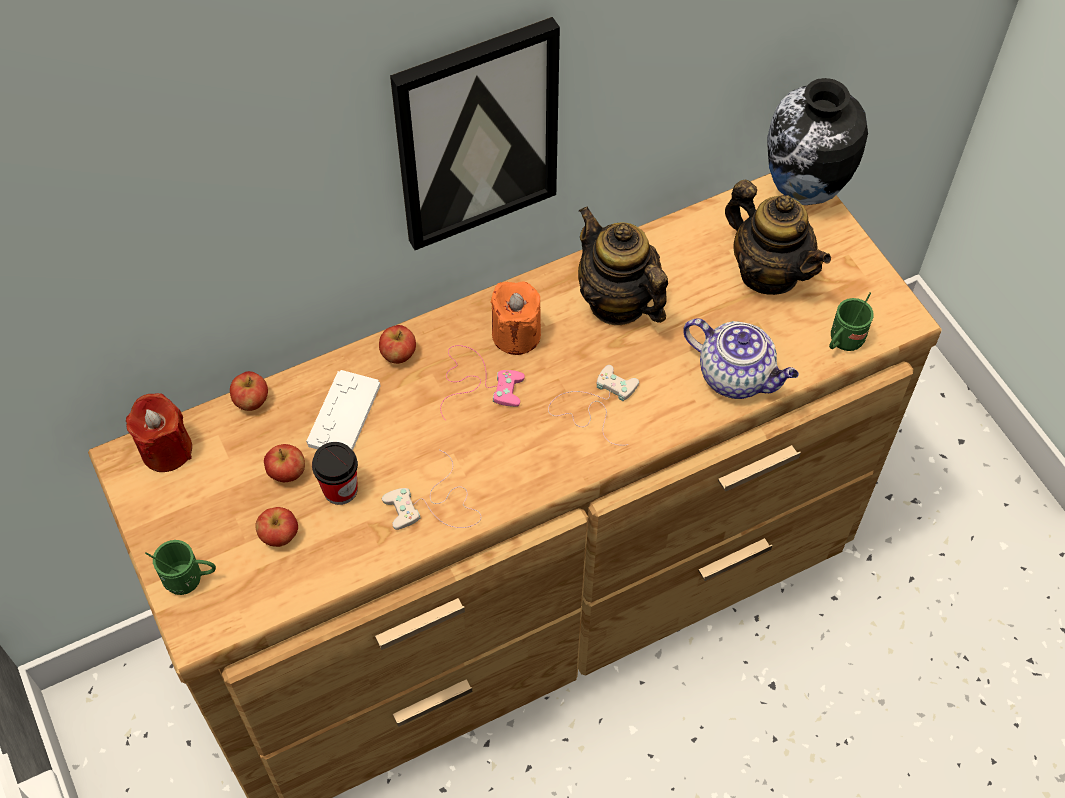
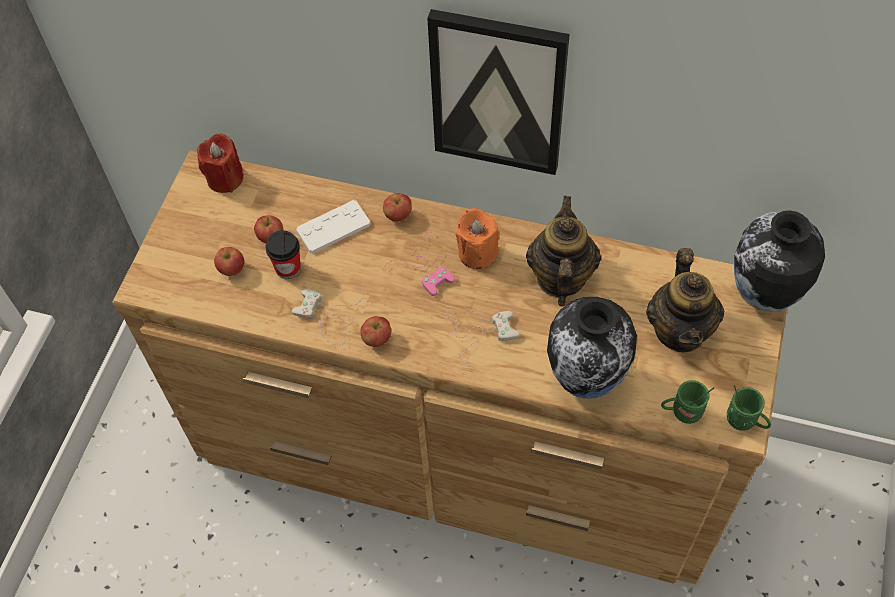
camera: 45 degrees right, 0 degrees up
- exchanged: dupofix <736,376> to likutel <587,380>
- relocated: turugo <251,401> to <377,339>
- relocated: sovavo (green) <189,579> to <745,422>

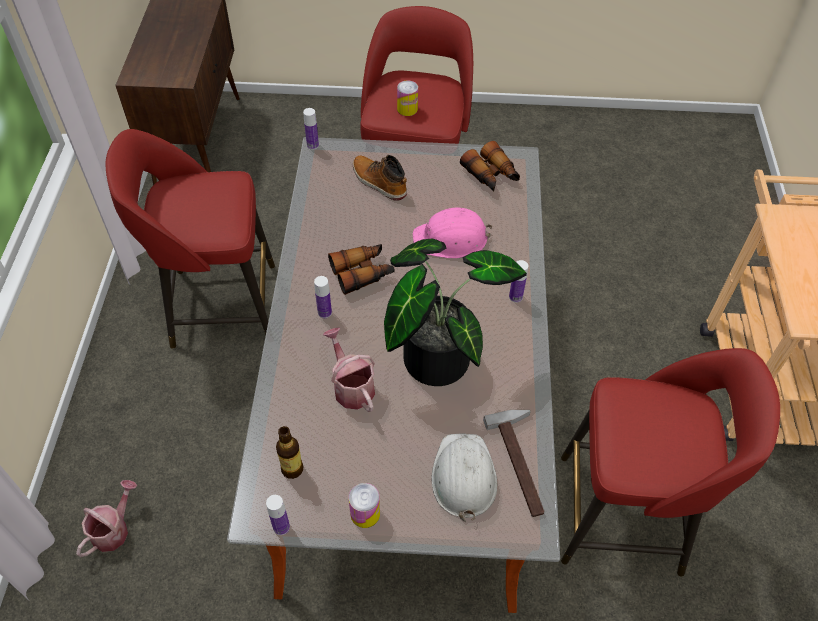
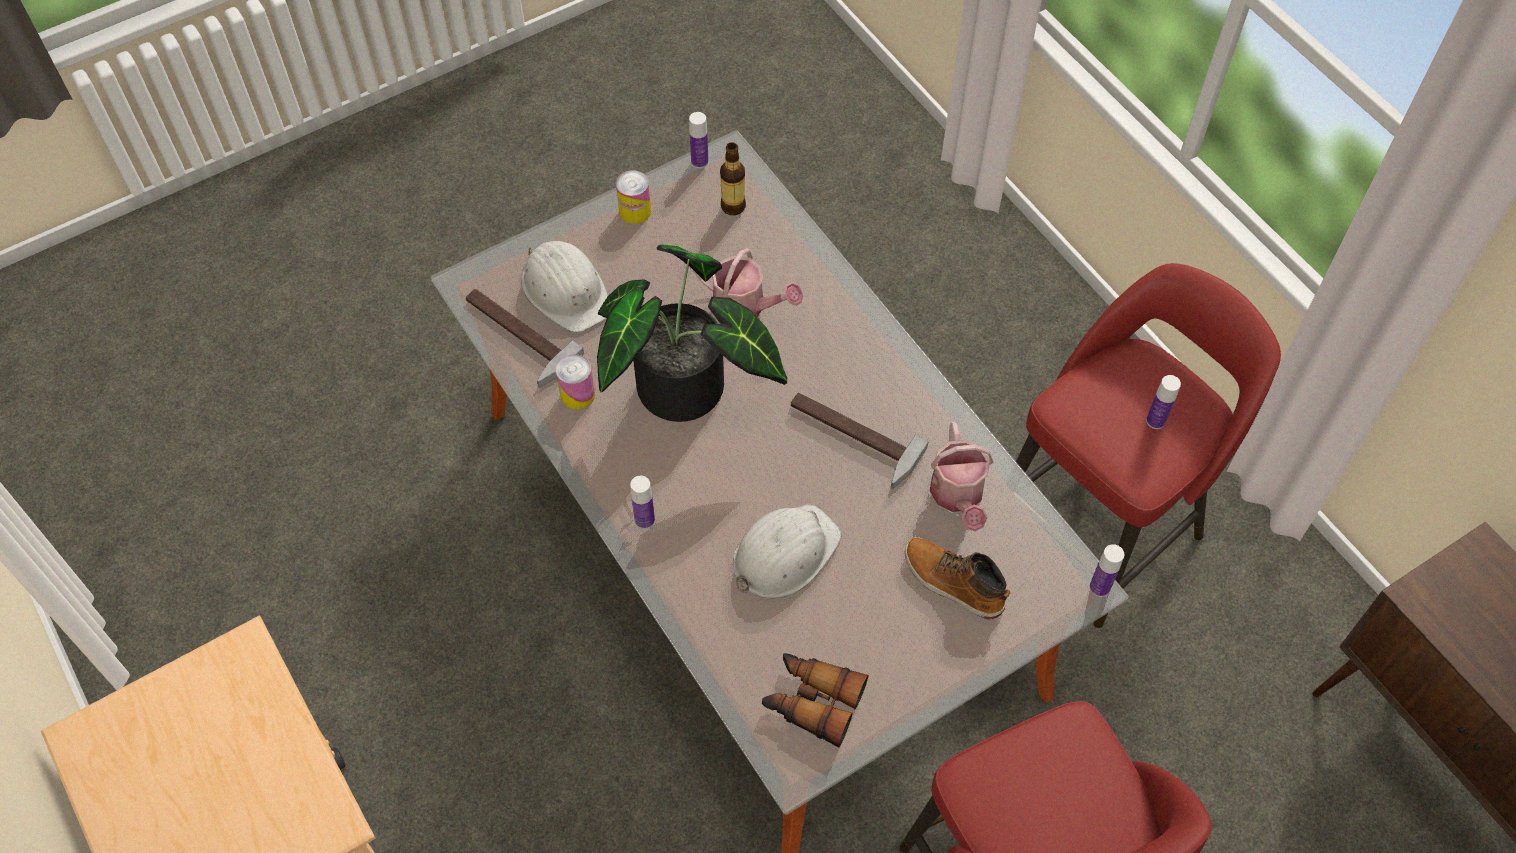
camera: 145 degrees right, 5 degrees up
- relocated: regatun <407,109> to <577,394>
- spun: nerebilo <379,182> = <952,583> 150 degrees counterclockwise
- colour: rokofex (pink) <451,239> to rokofex (white) <784,553>
- exchanged: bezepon <362,273> to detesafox <850,438>
- relocated: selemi <324,312> to <1155,421>
- missing: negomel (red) <625,514>
- relocated: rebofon <113,529> to <958,496>

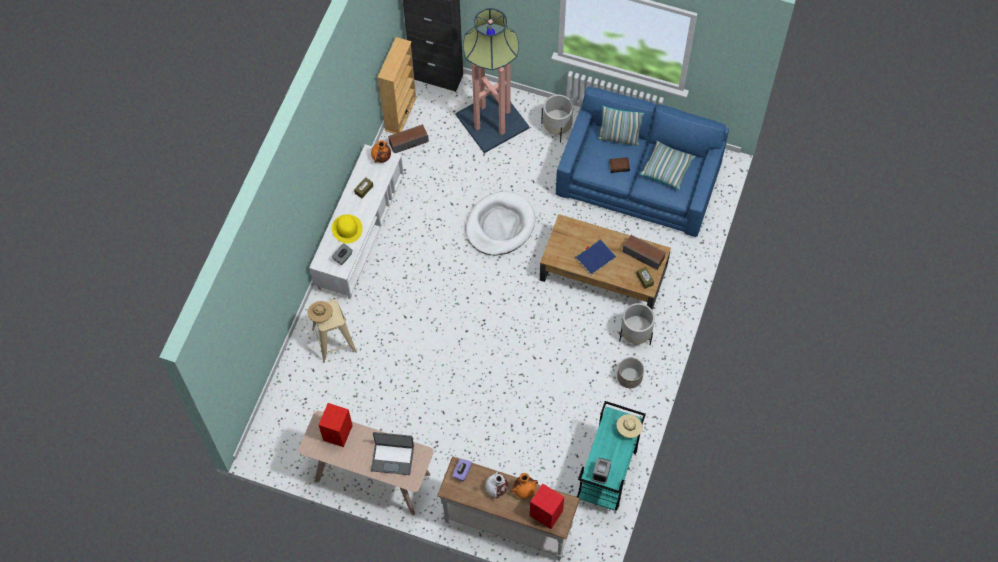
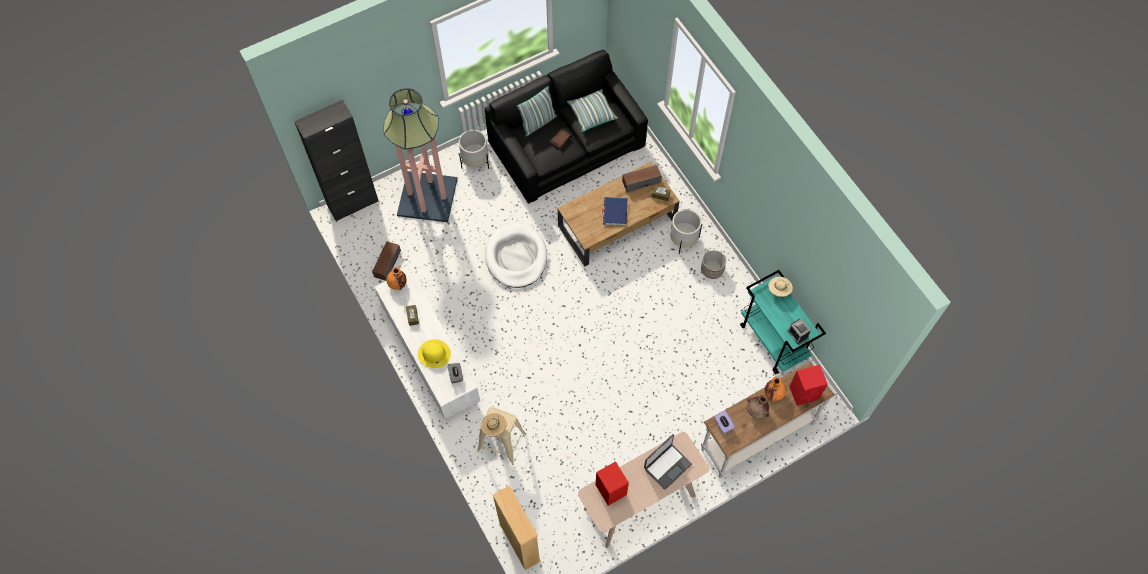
camera: 50 degrees left, 0 degrees up
- relocated: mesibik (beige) <400,113> to <519,542>
- colour: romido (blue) <639,179> to romido (black) <566,145>
- colour: likutel (white) <496,489> to likutel (brown) <756,411>

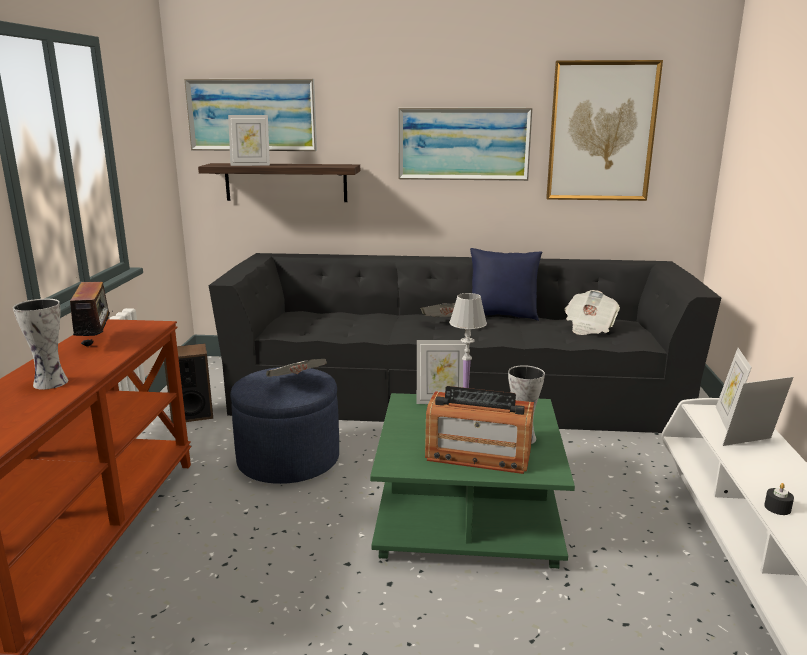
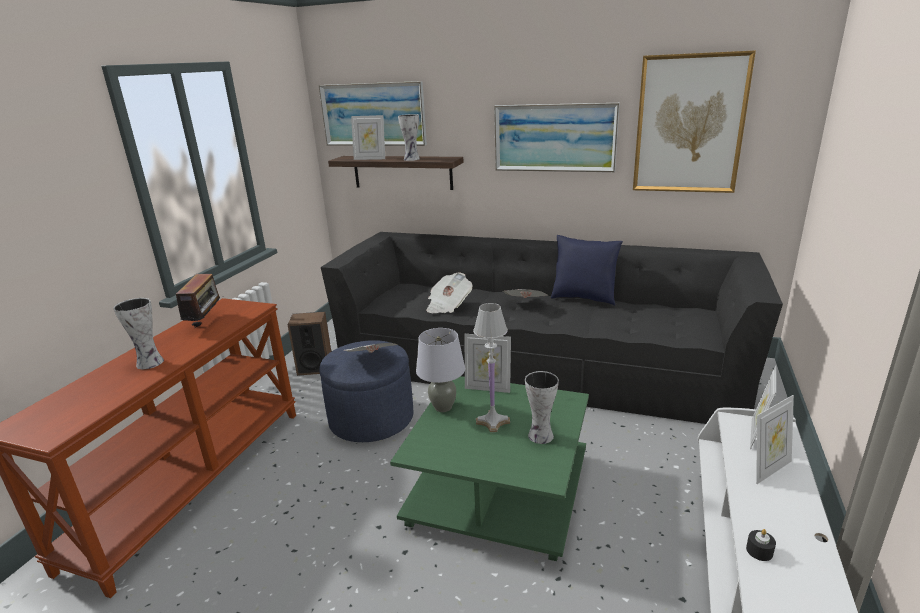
camera: 15 degrees right, 5 degrees up
- relocated: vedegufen <589,327> to <448,305>
- spun: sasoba <751,444> = <768,469> 150 degrees clockwise
- missing: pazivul <478,455>
- appeared: likutel <412,159>
- appeared: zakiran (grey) <442,407>

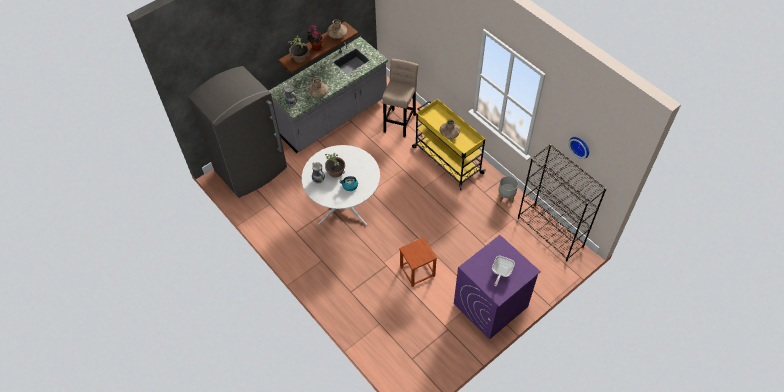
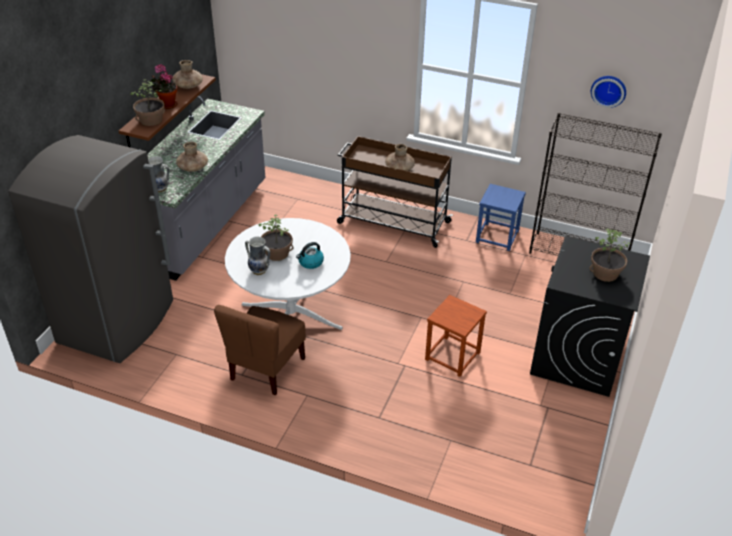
camera: 30 degrees left, 15 degrees down
- missing: negomel (beige) <400,121>
- colour: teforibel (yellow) <446,159> to teforibel (brown) <392,222>
- exchanged: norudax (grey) <506,197> to negomel (blue) <497,236>
- colour: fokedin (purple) <490,305> to fokedin (black) <577,357>
- exchanged: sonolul <501,272> to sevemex <605,273>
- appeared: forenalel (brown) <266,369>

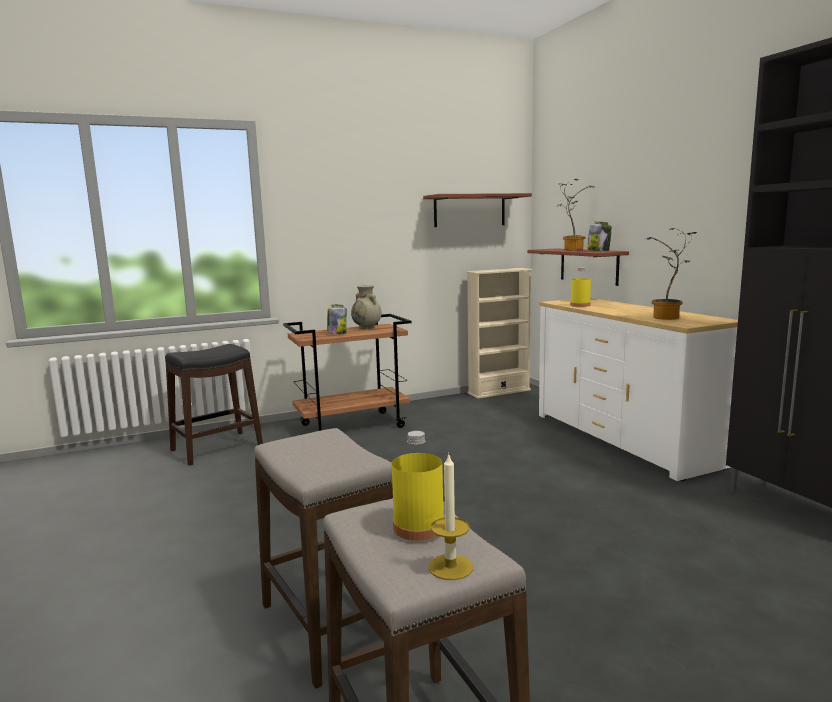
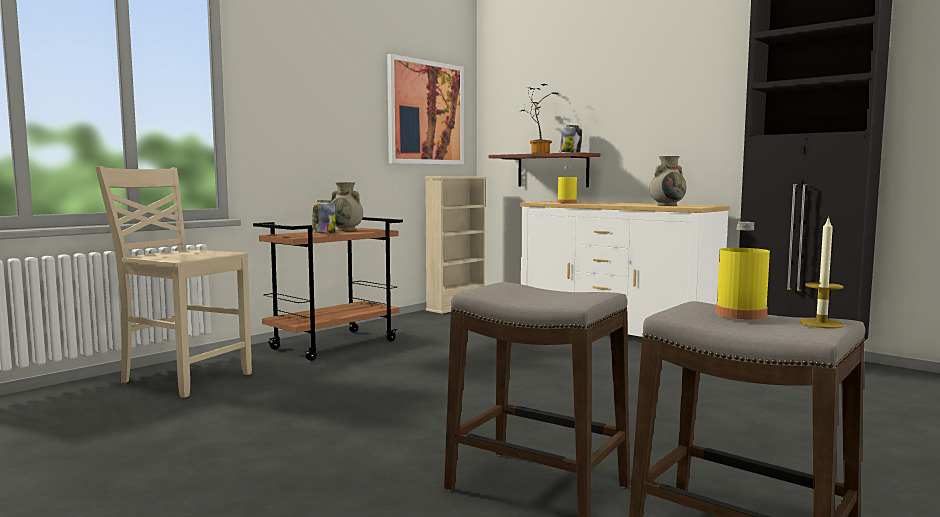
camera: 25 degrees left, 5 degrees down
- exchanged: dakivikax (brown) <469,210> to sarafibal <426,113>
- exchanged: sevemex <667,318> to likutel (beige) <667,205>
- exchanged: negomel (black) <216,448> to forenalel (beige) <184,378>

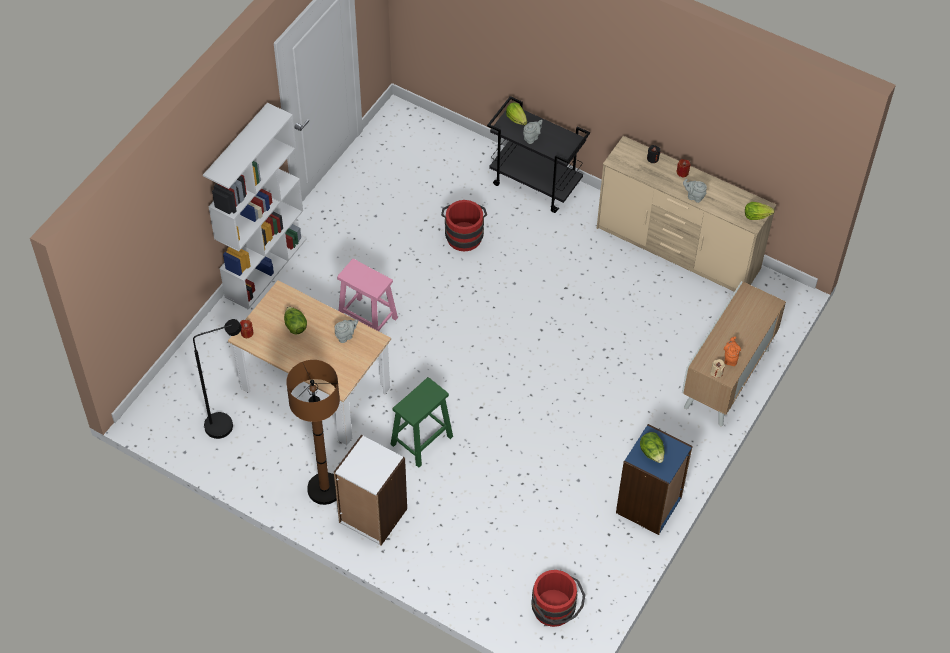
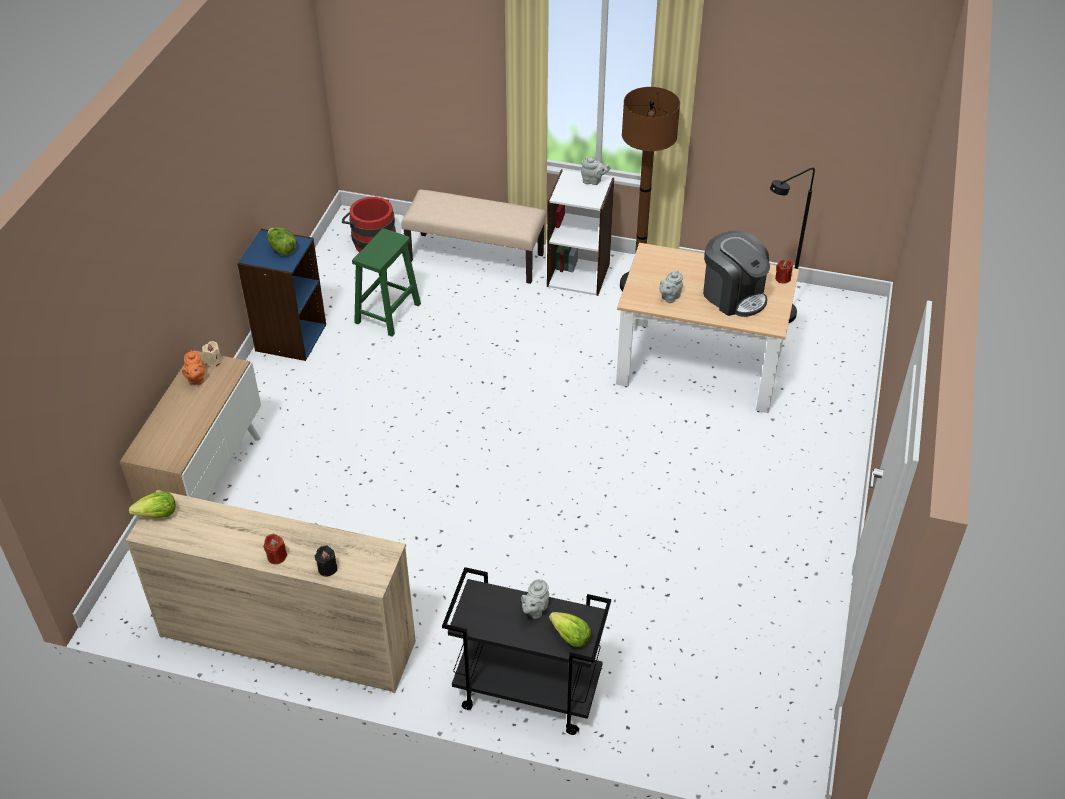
camera: 165 degrees right, 10 degrees down
- missing: mesibik (white) <265,267>
- relocated: dupofix (grey) <694,196> to <593,181>
- missing: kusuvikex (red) <464,234>
- missing: negomel (pink) <368,320>
- exchanged: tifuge <295,326> to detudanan <733,295>
- relocated: negomel (green) <421,441> to <388,312>
- appeared: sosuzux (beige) <476,258>

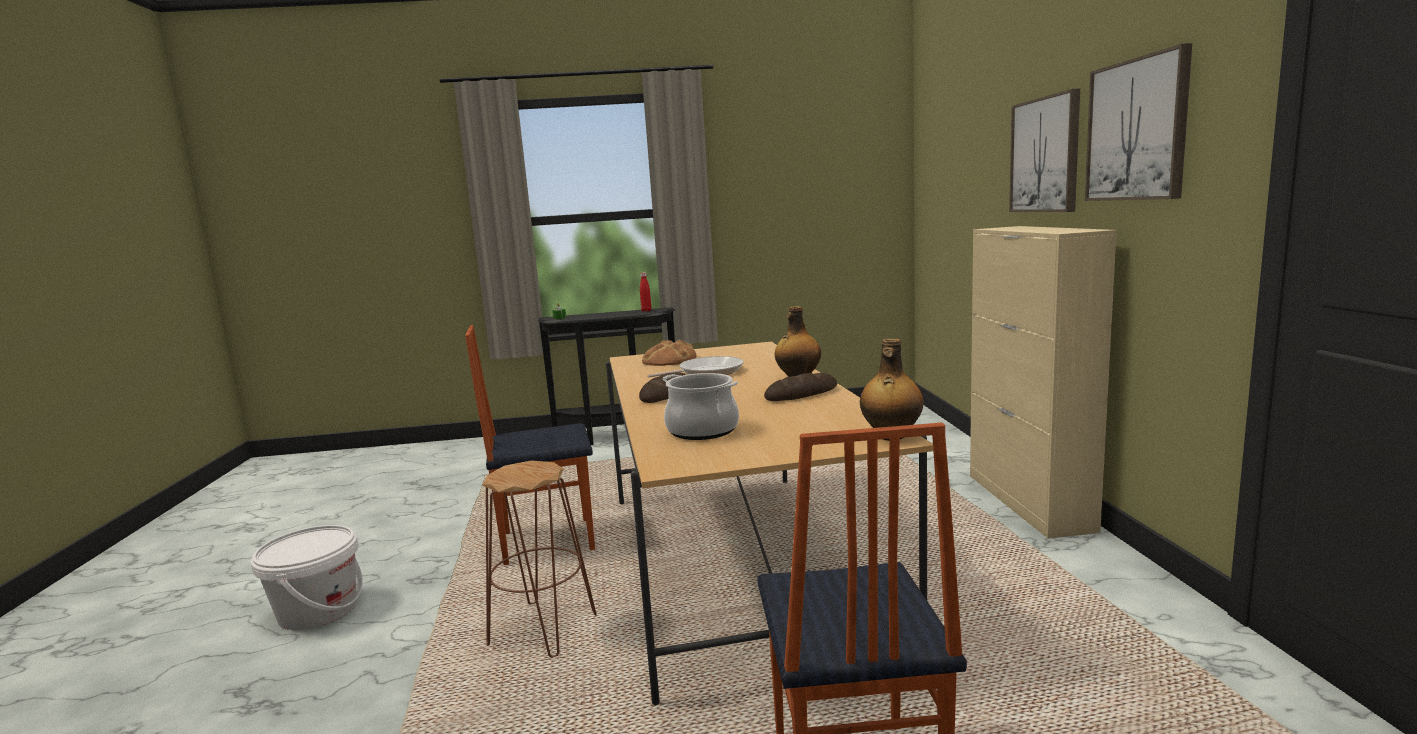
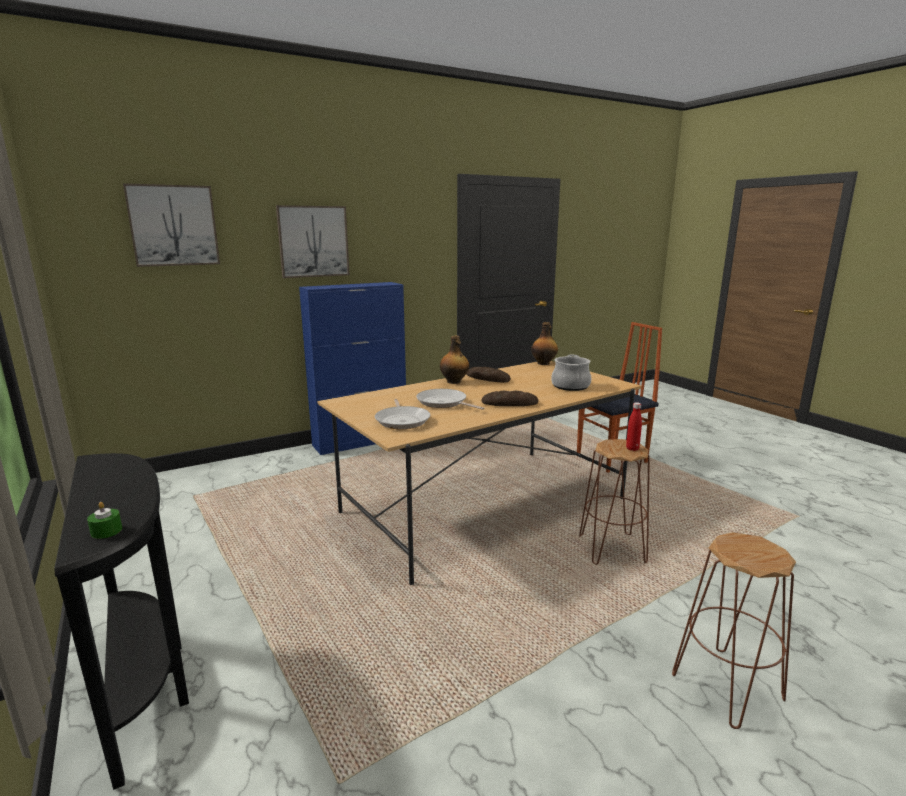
camera: 115 degrees left, 5 degrees up
- relocated: sarafibal <1137,130> to <173,225>
- colour: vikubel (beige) <1028,502> to vikubel (blue) <361,441>
- relocated: selemi (red) <646,310> to <632,448>
- missing: forenalel <547,541>
- exchanged: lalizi <669,360> to sonolul <402,420>
- exchanged: kusuvikex (white) <318,611> to negomel (brown) <726,687>

